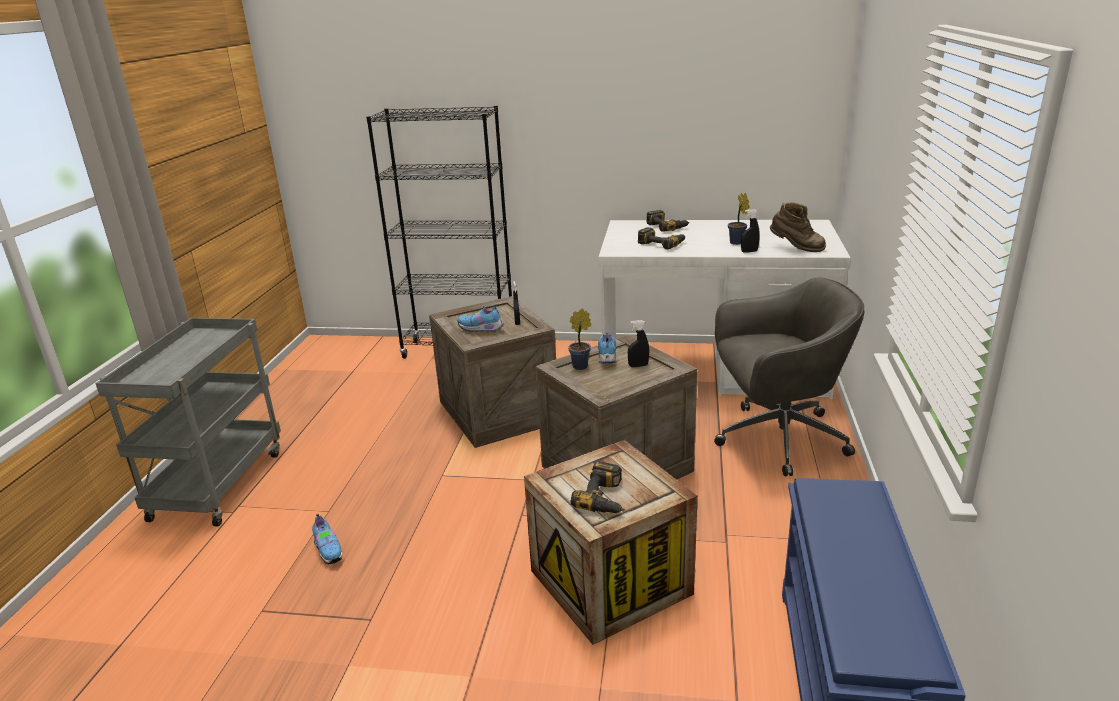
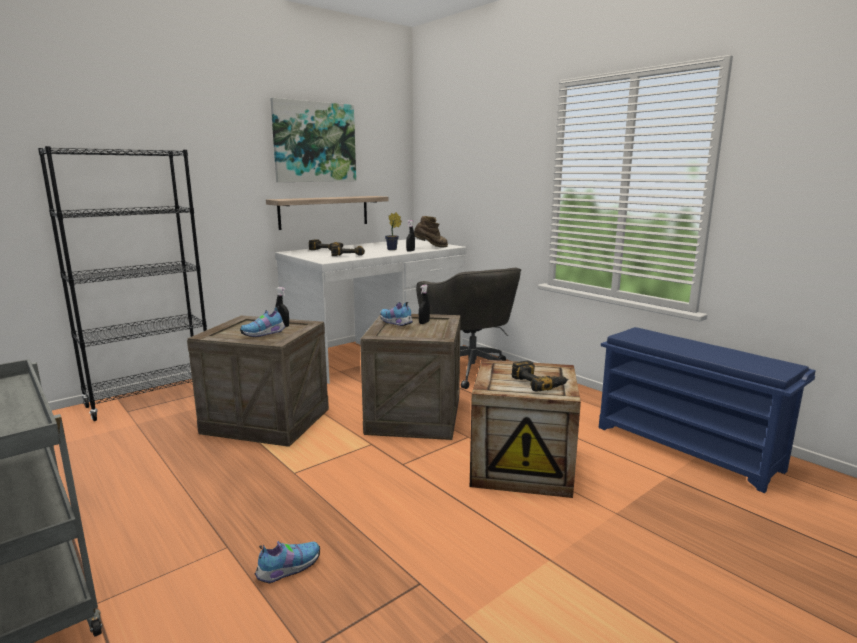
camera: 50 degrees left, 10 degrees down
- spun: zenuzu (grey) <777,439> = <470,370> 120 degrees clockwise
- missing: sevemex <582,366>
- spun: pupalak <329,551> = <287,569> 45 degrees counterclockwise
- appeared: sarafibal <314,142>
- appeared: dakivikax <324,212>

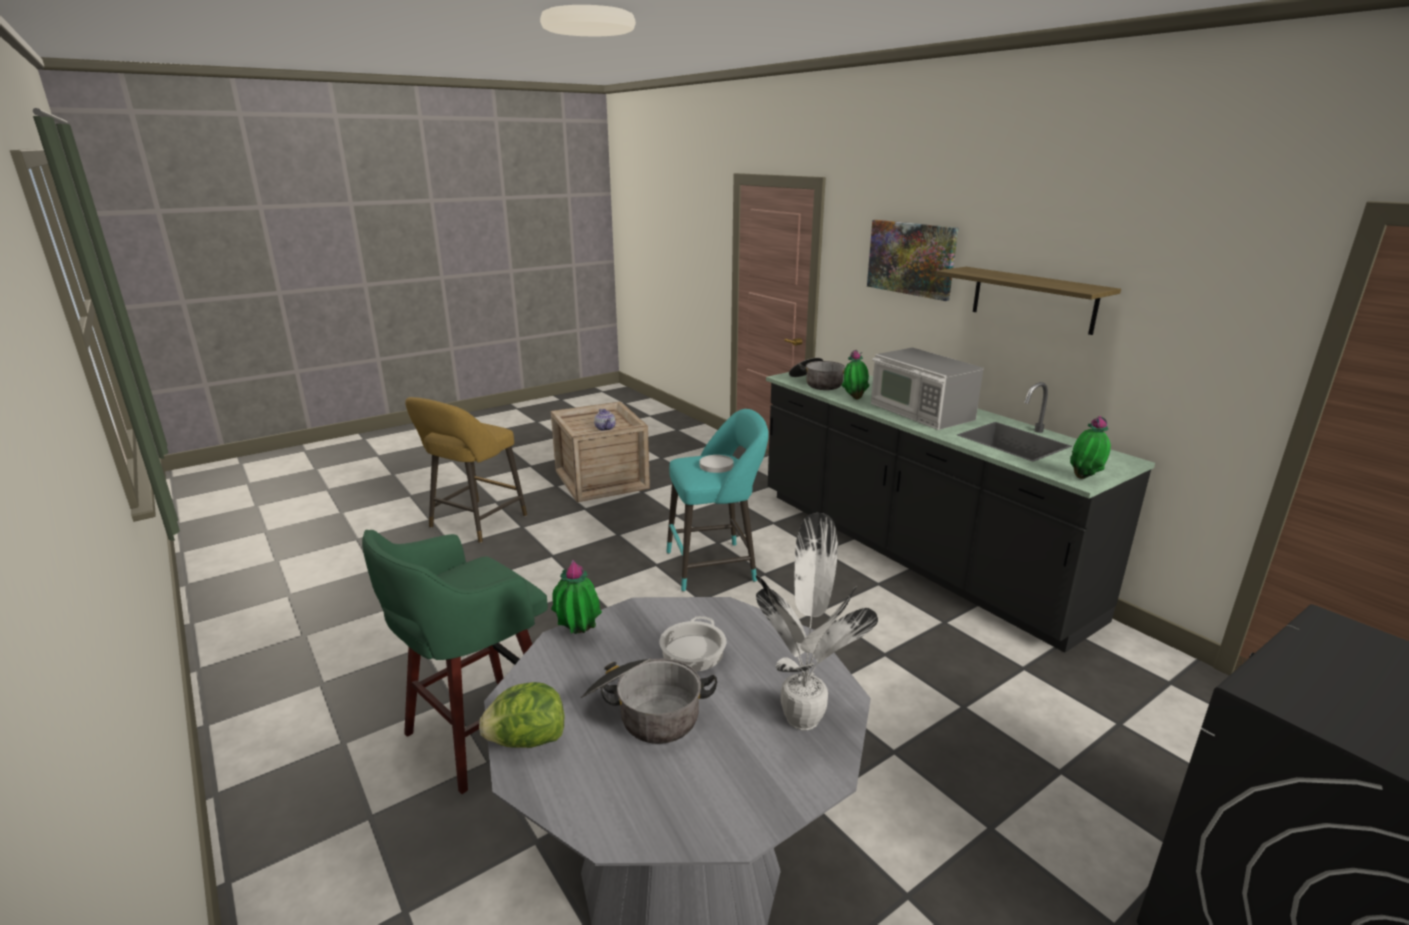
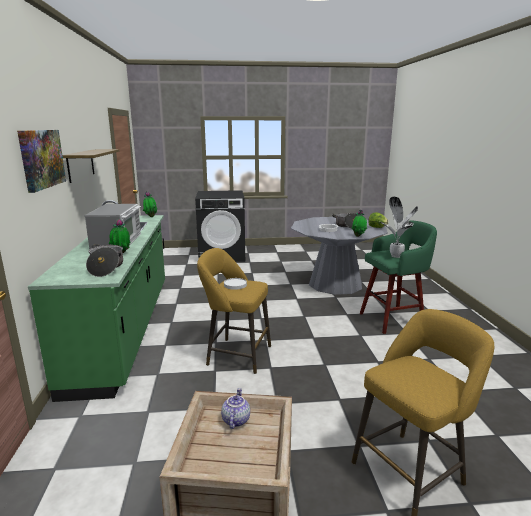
camera: 150 degrees left, 5 degrees down
- colour: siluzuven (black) <912,553> to siluzuven (green) <125,329>
- colour: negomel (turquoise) <716,566> to negomel (yellow) <235,355>
- relocated: sevemex <803,716> to <395,256>

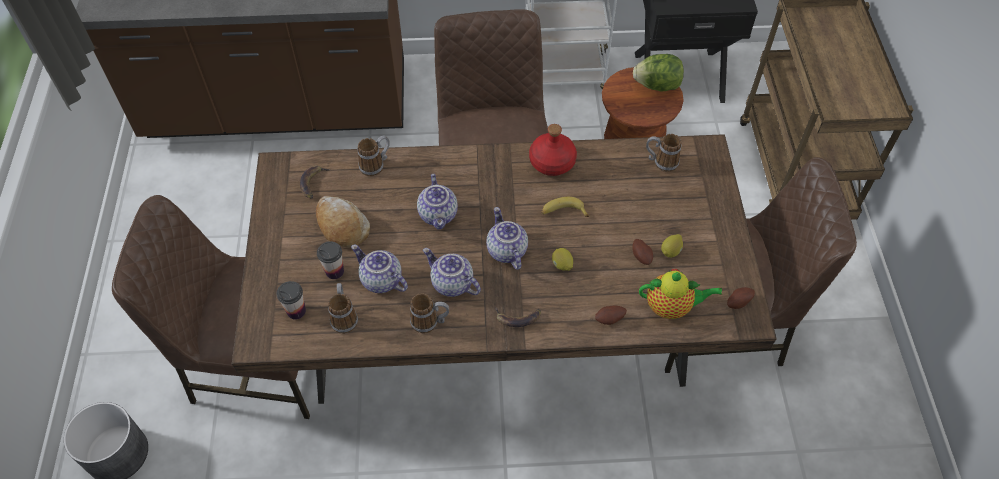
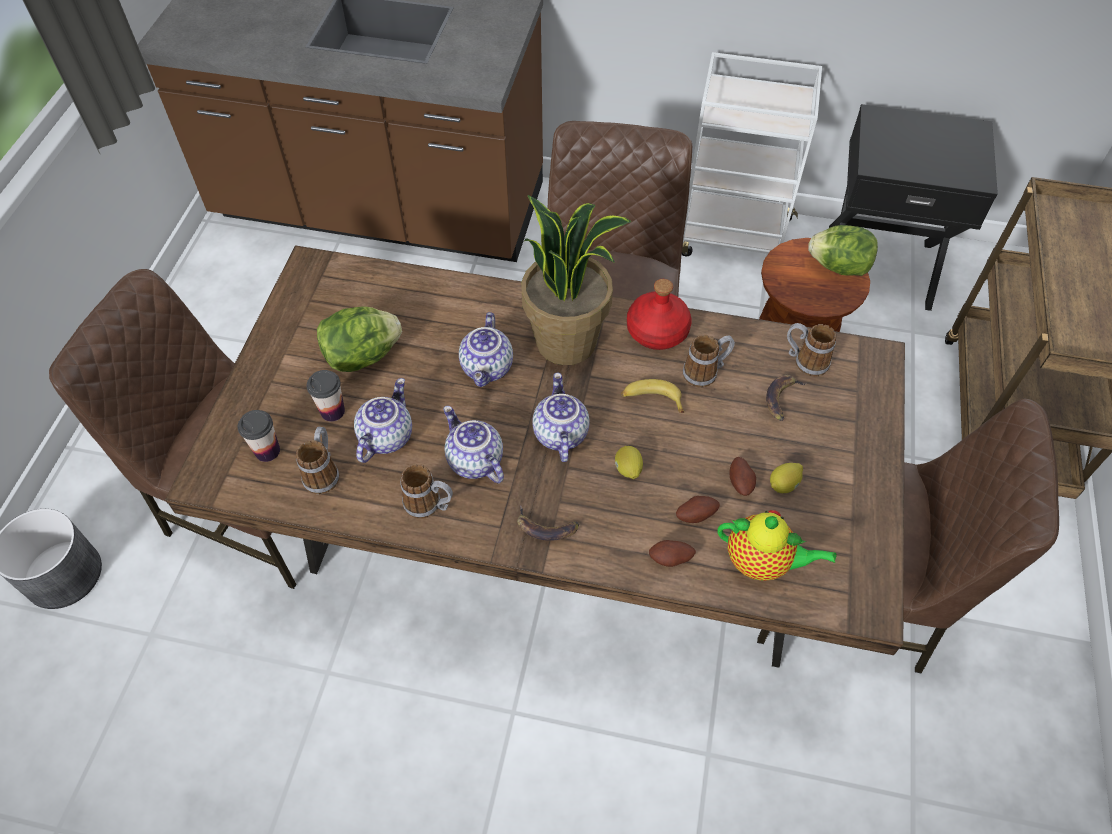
camera: 15 degrees right, 0 degrees up
- relocated: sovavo <376,164> to <706,372>
- relocated: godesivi <313,183> to <782,399>
- exchanged: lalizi <342,226> to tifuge <362,356>
- spun: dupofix <380,281> = <385,436> 60 degrees clockwise
- relocated: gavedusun <738,302> to <695,514>
- appeared: sevemex <567,341>

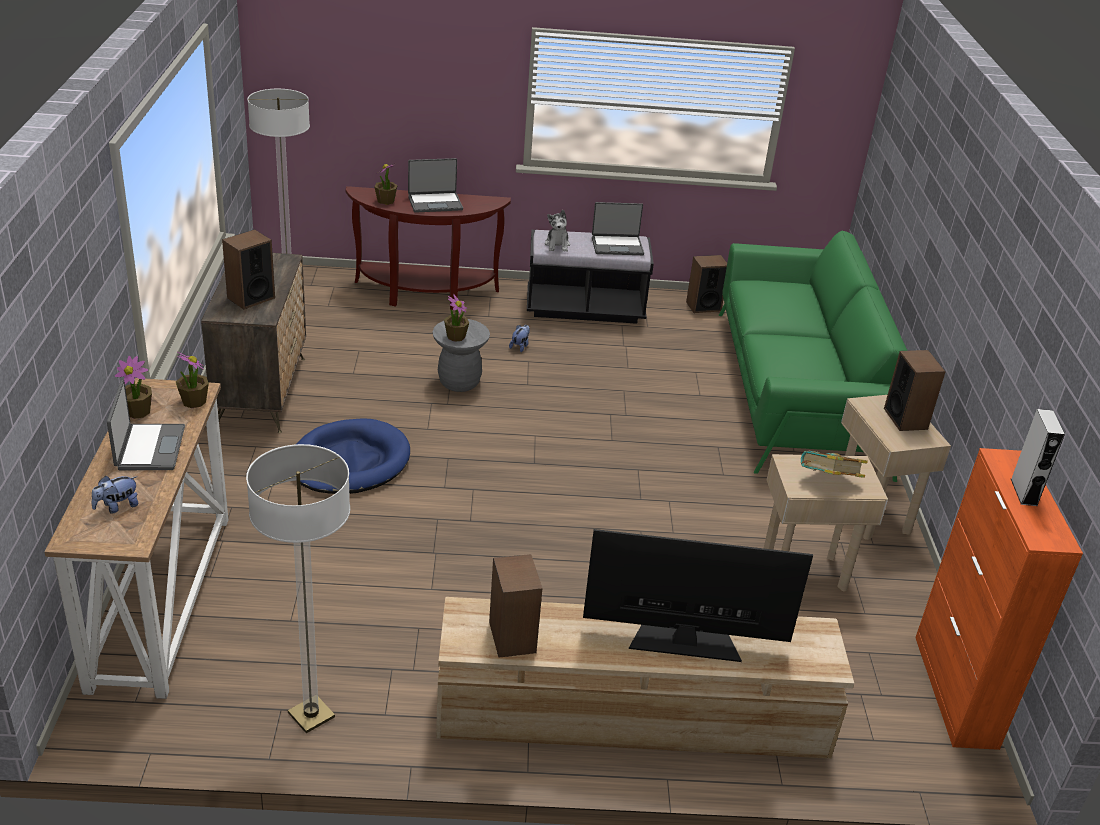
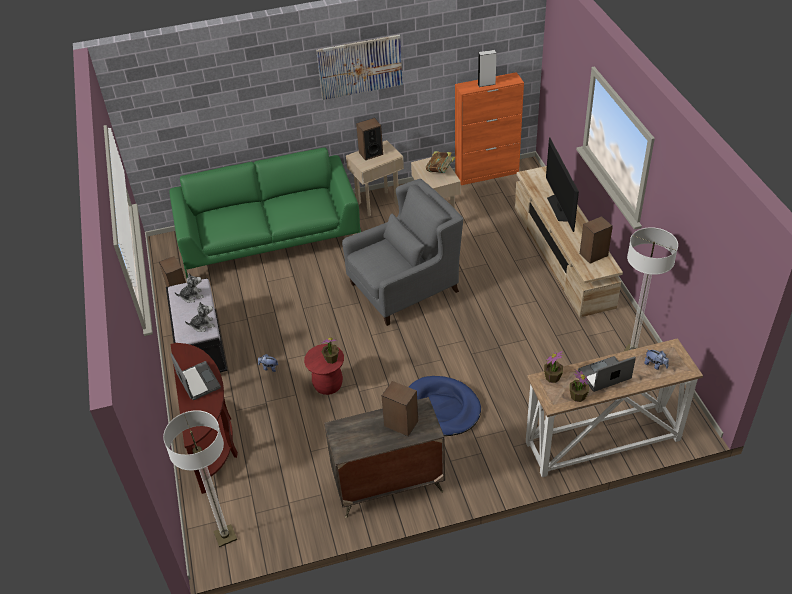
camera: 100 degrees left, 10 degrees up
- missing: sevemex <385,201>
- exchanged: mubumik <617,246> to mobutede <192,296>
- colour: negomel (grey) <459,382> to negomel (red) <328,385>
- appeared: sarafibal <360,67>
- appeared: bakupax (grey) <404,288>

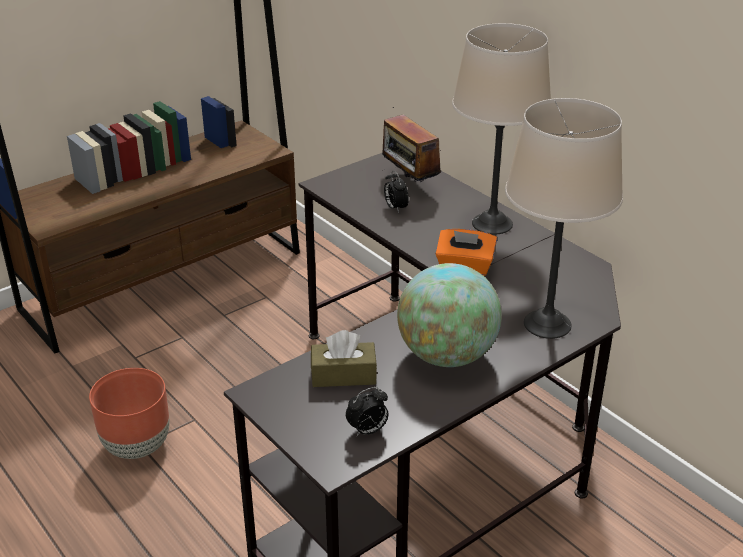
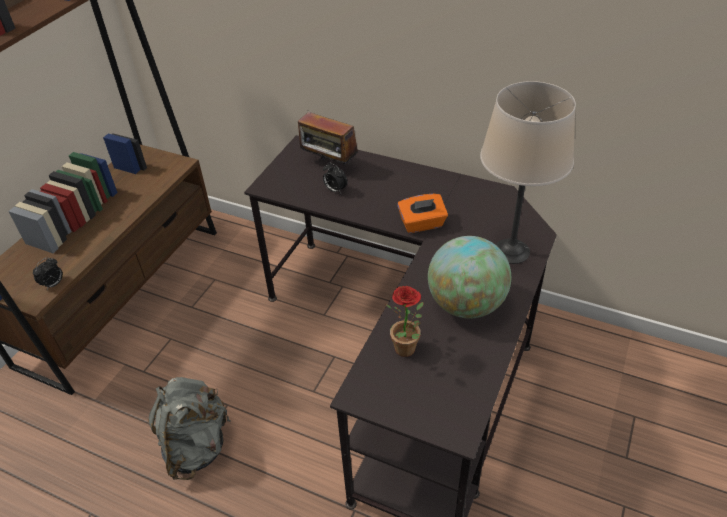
camera: 25 degrees left, 10 degrees up
- missing: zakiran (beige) <492,223>
- exchanged: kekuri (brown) <343,375> to sevemex <408,352>
- exchanged: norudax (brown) <137,446> to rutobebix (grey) <196,446>
- relocated: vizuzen <367,431> to <53,284>

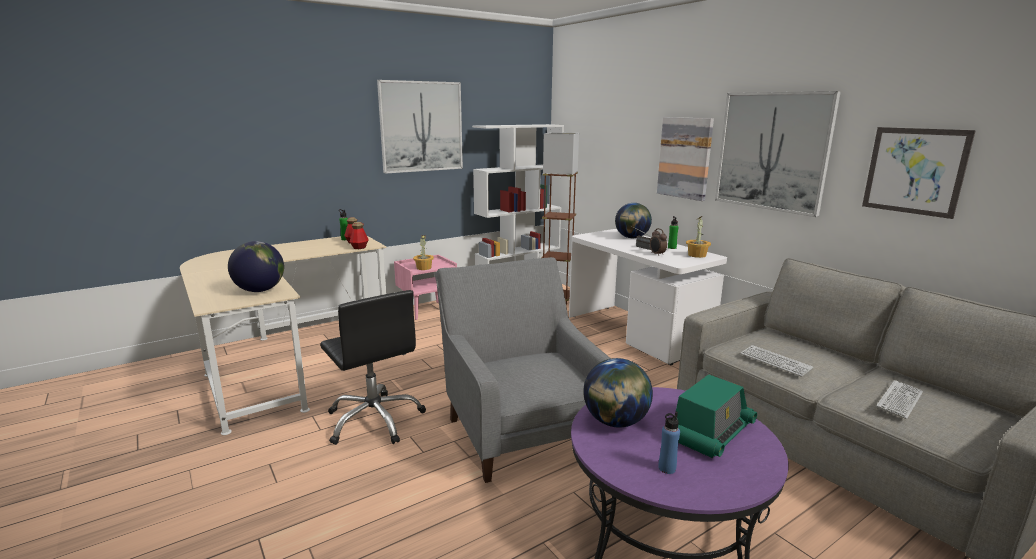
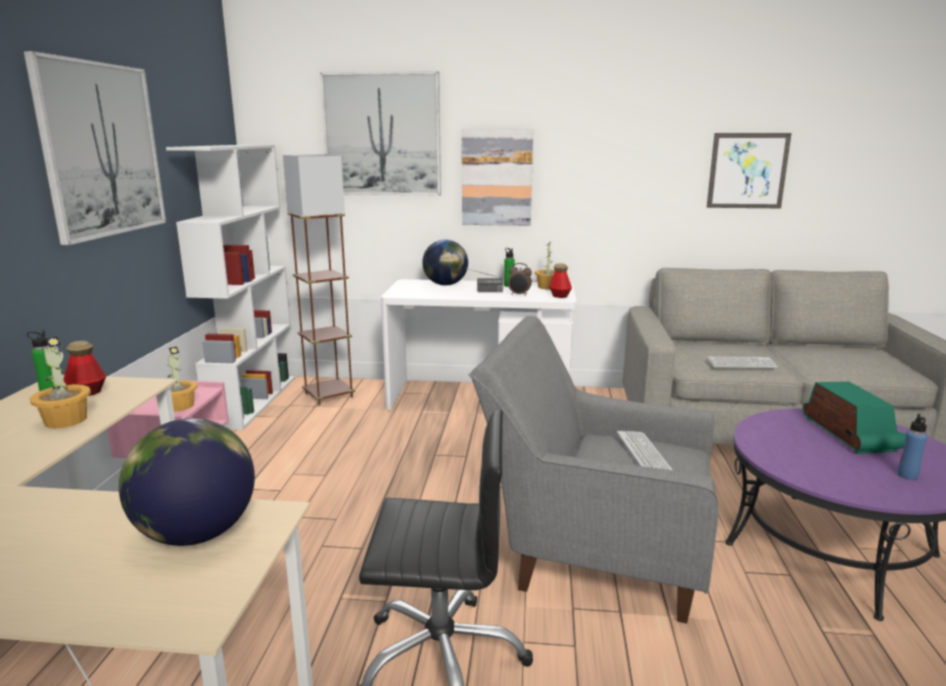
camera: 50 degrees left, 0 degrees up
- relocated: sarafibal <772,151> to <382,135>
- relocated: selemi <359,247> to <560,296>
- missing: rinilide <615,422>
- relocated: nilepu <899,400> to <643,453>
- appeared: sevemex <65,420>

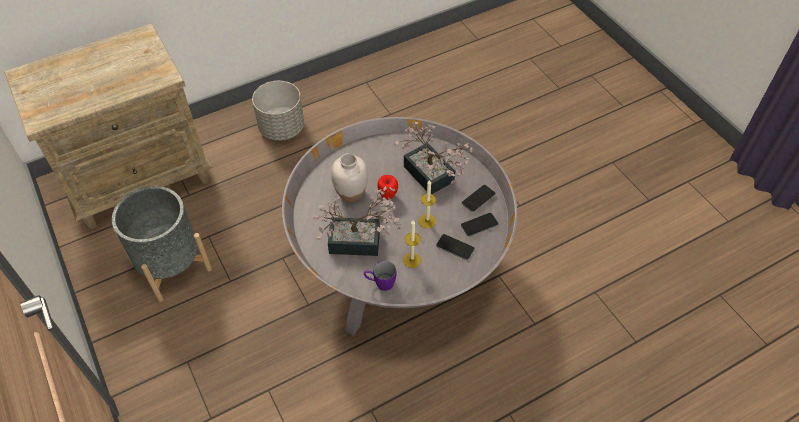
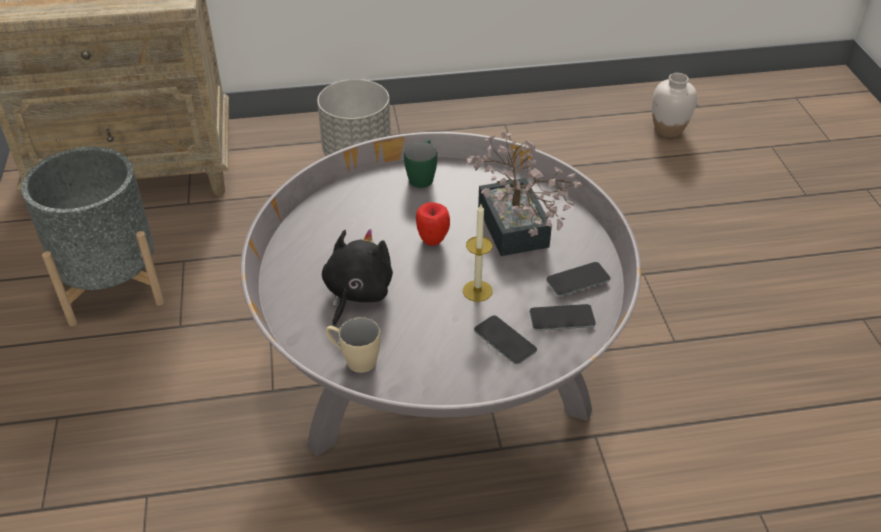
camera: 20 degrees right, 10 degrees down
- relocated: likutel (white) <350,193> to <668,130>
- exchanged: sevemex <361,242> to mobutede (black) <356,293>
- missing: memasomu <412,260>
- colour: sovavo (purple) <380,283> to sovavo (beige) <354,359>
- appeared: sovavo (green) <422,176>

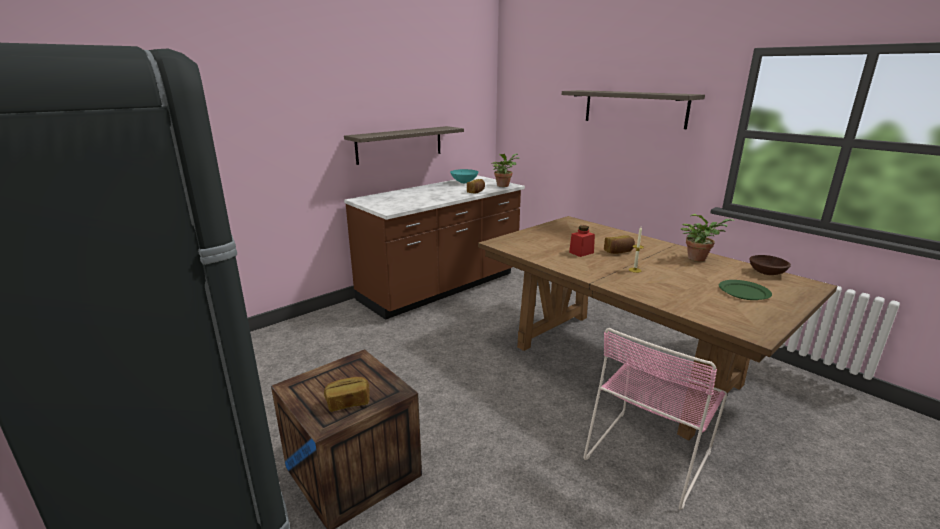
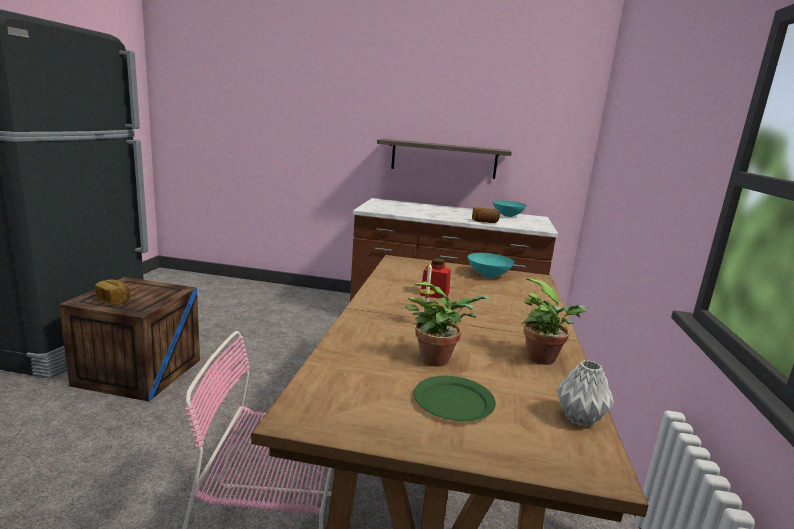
camera: 50 degrees right, 5 degrees down
- missing: dakivikax <634,108>
- relocated: sevemex <503,185> to <439,359>
- missing: lalizi <618,252>
- exchanged: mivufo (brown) <766,272> to likutel (grey) <580,418>
- appeared: mivufo (turquoise) <489,275>

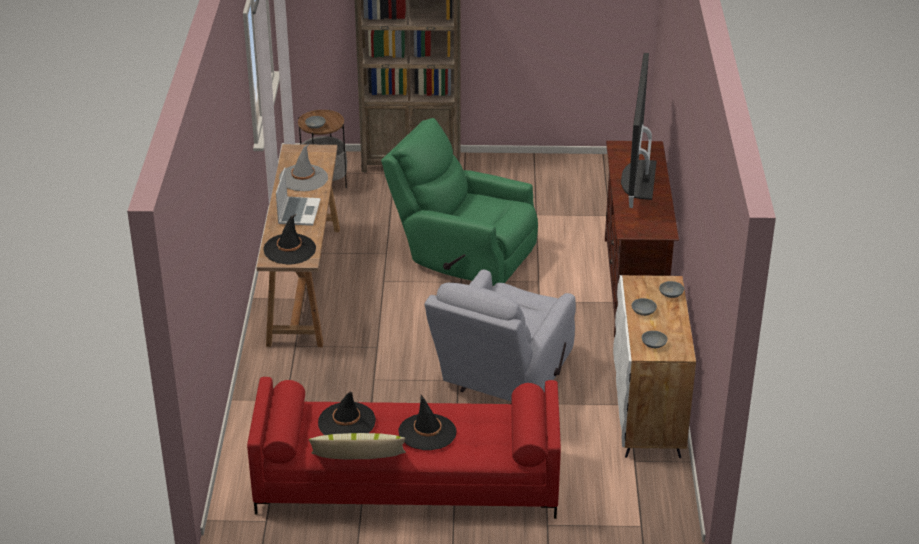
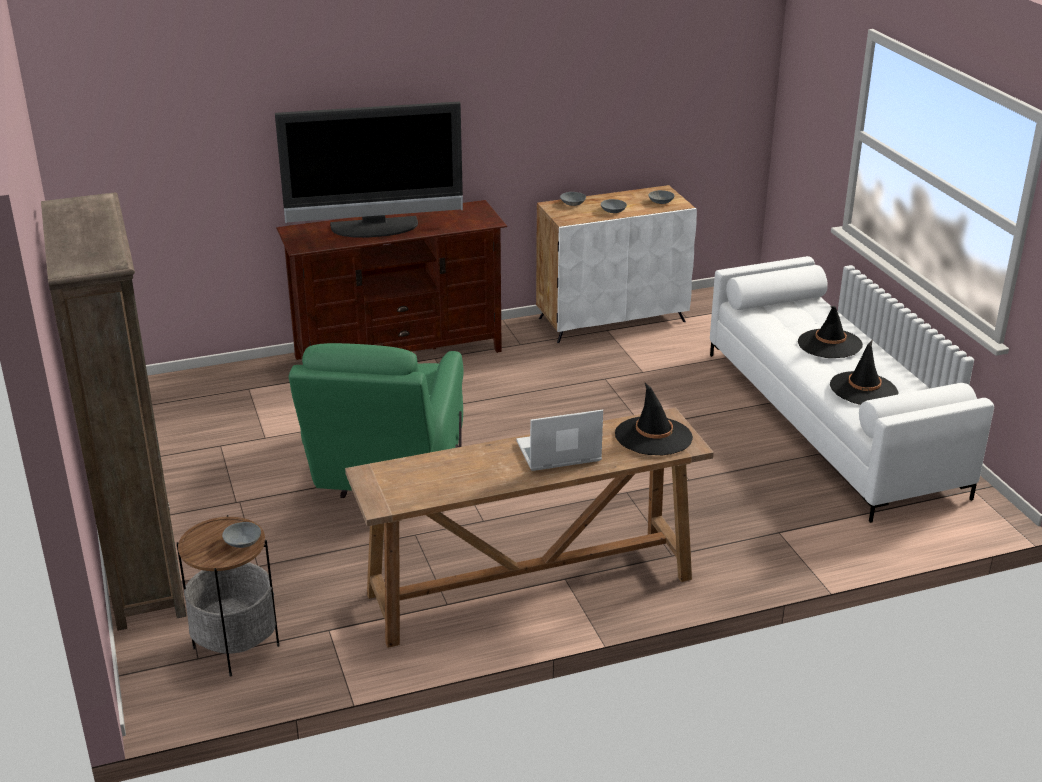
camera: 110 degrees left, 5 degrees down
- missing: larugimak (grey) <303,178>
- missing: bakupax (grey) <501,377>
- colour: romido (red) <406,483> to romido (white) <831,421>
- missing: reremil <358,460>

